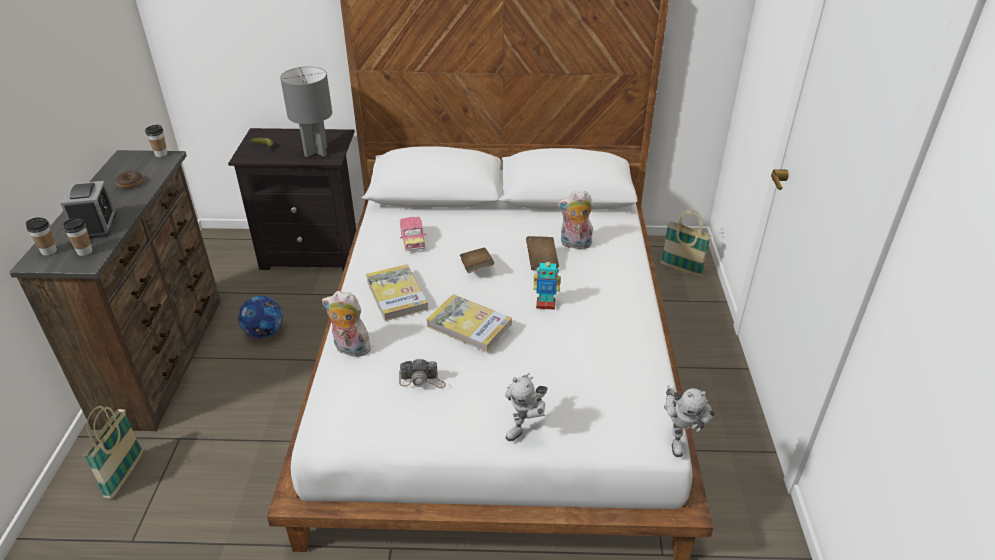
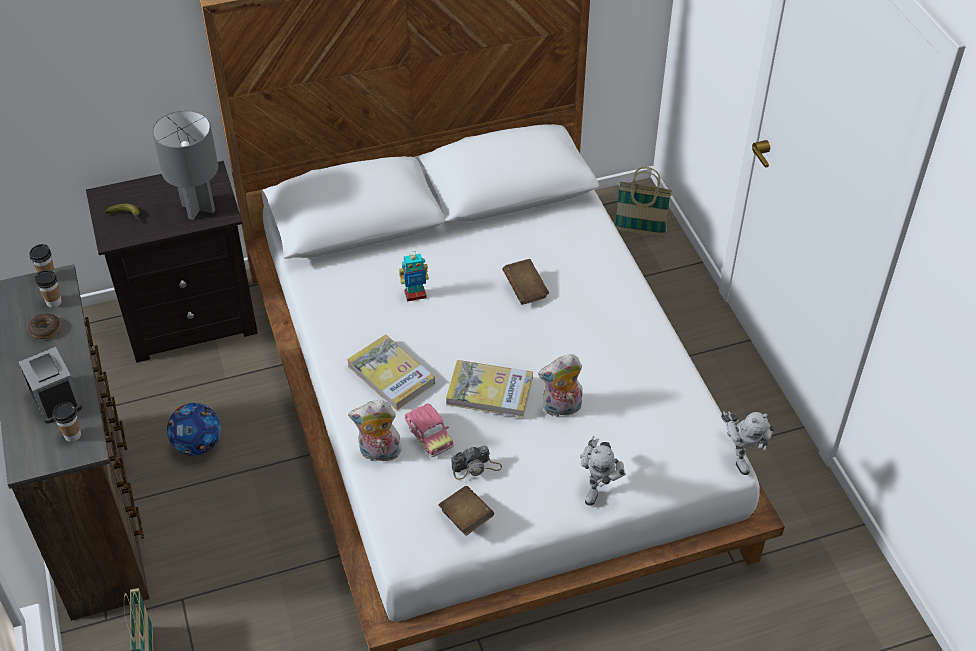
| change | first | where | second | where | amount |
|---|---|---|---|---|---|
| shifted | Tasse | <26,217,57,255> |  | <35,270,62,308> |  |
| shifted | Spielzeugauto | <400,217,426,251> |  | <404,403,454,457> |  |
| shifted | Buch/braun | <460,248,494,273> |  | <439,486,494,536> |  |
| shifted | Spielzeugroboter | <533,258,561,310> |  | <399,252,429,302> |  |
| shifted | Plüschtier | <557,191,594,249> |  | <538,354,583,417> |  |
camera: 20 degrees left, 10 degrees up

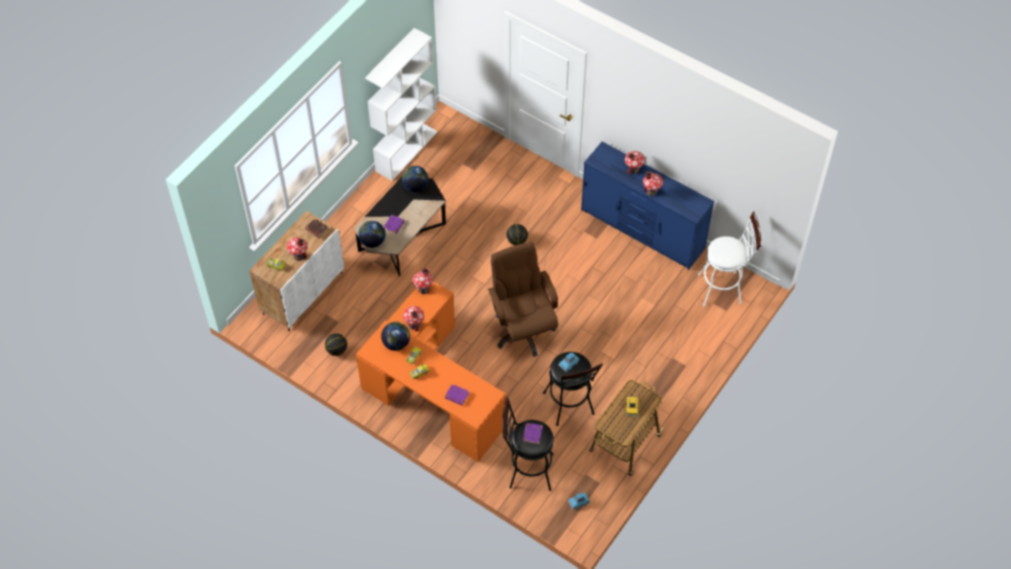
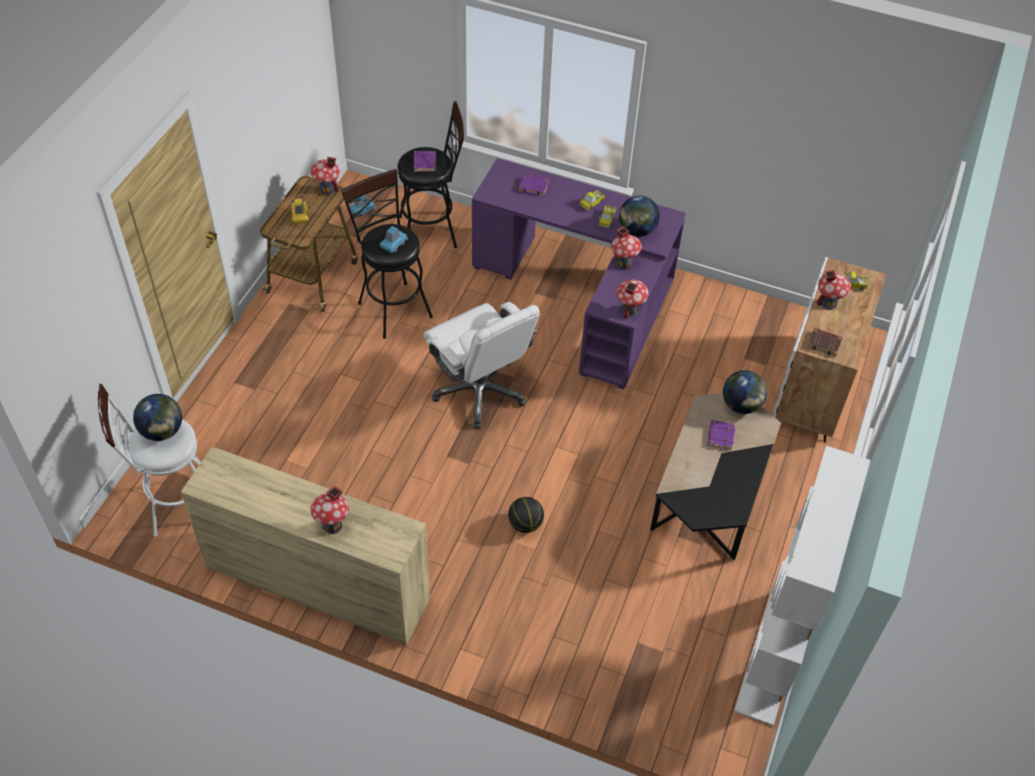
| change | first | where | second | where | amount |
|---|---|---|---|---|---|
| gone | Basketball | <325,333,347,356> |  |  |  |
| repainted | Schreibtisch/orange | <356,282,506,462> | Schreibtisch/lila | <472,158,686,389> |  |
| shifted | Globus | <402,166,428,192> |  | <133,394,182,441> |  |
| repainted | Bürostuhl/braun | <488,242,558,357> | Bürostuhl/weiß | <424,302,540,429> |  |
| repainted | Kommode/blau | <581,142,714,270> | Kommode/beige | <181,446,430,645> |  |
| shifted | Spielzeughaus | <643,172,663,196> |  | <310,157,340,195> |  |
camera: 165 degrees right, 5 degrees down

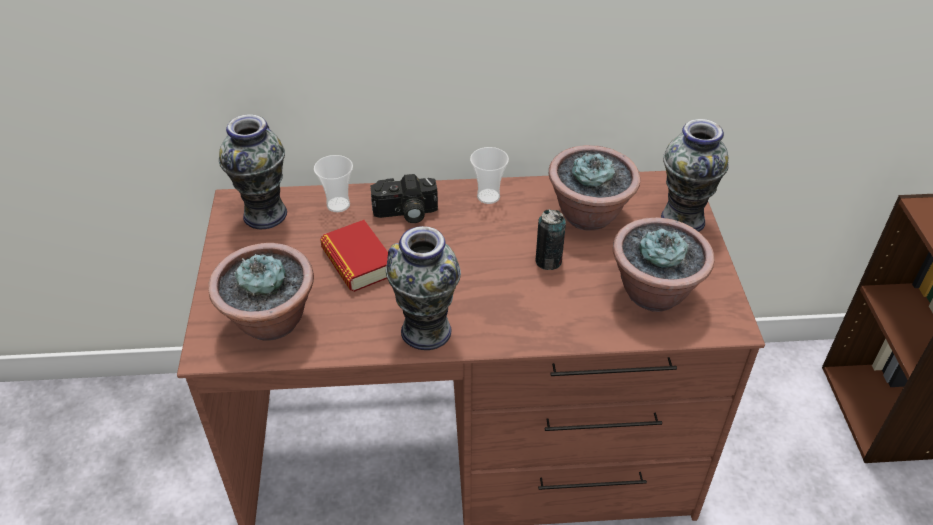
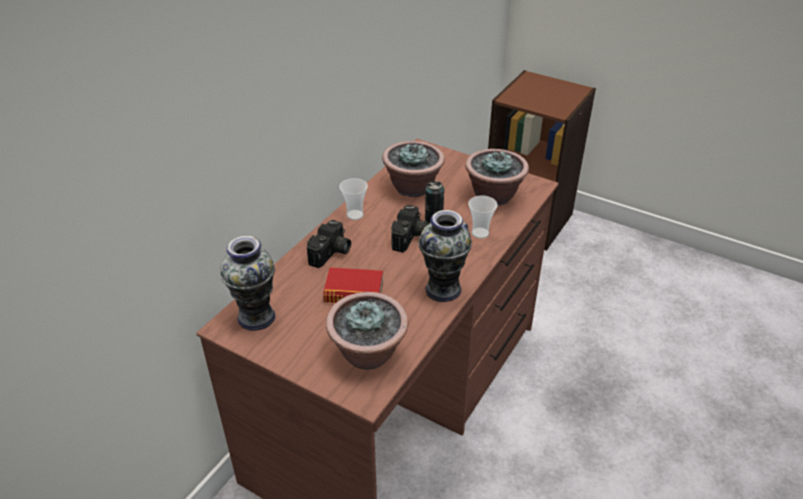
| change | first | where | second | where | amount |
|---|---|---|---|---|---|
| shifted | Tasse | <314,155,353,212> |  | <468,195,498,239> |  |
| gone | Vase | <661,119,729,232> |  |  |  |
| new |  |  | Kamera | <391,205,429,252> |  |
camera: 55 degrees left, 5 degrees down

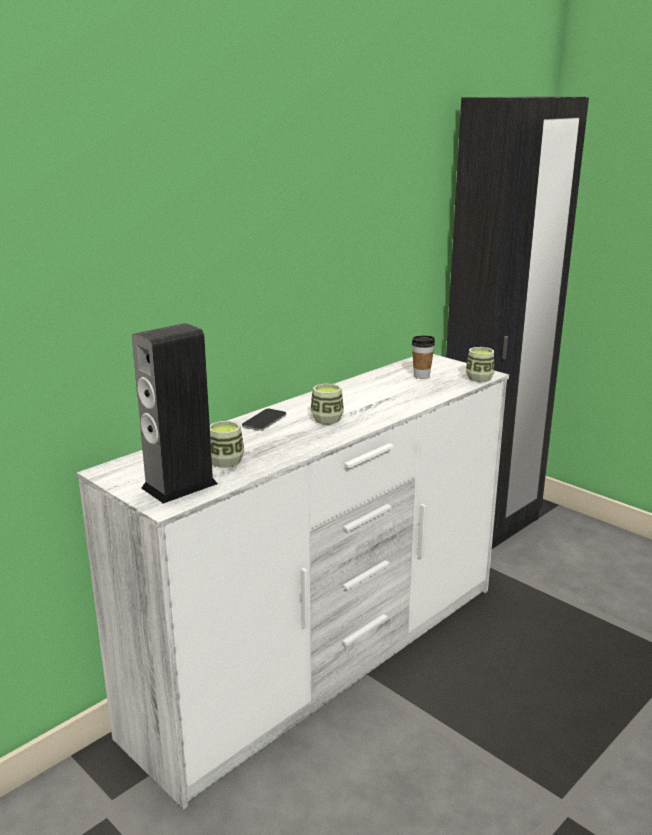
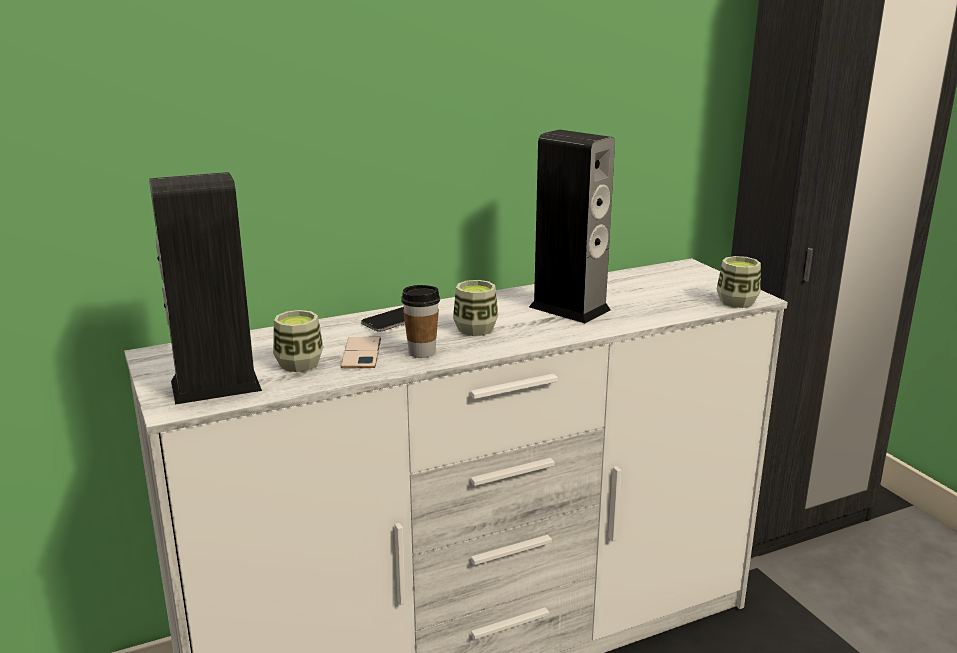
| change | first | where | second | where | amount |
|---|---|---|---|---|---|
| shifted | Tasse | <412,336,435,379> |  | <401,285,440,358> |  |
| new |  |  | Handy | <340,337,381,368> |  |
| new |  |  | Lautsprecher | <529,130,615,323> |  |
camera: 20 degrees right, 0 degrees up

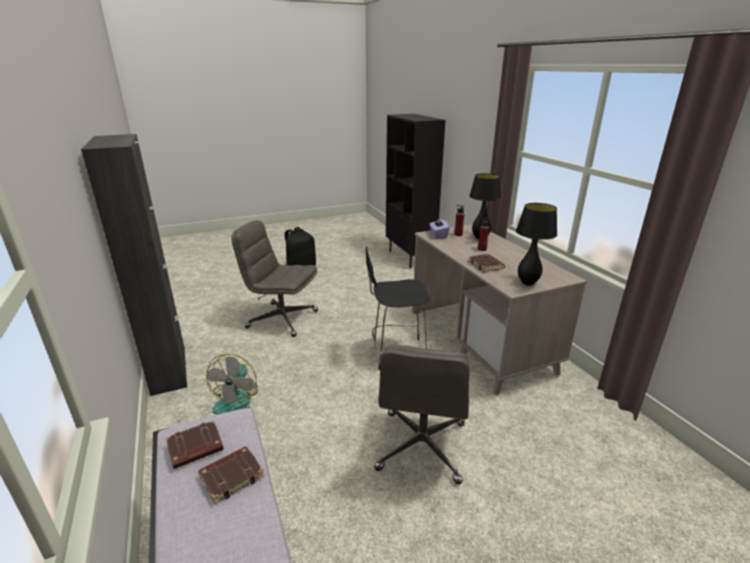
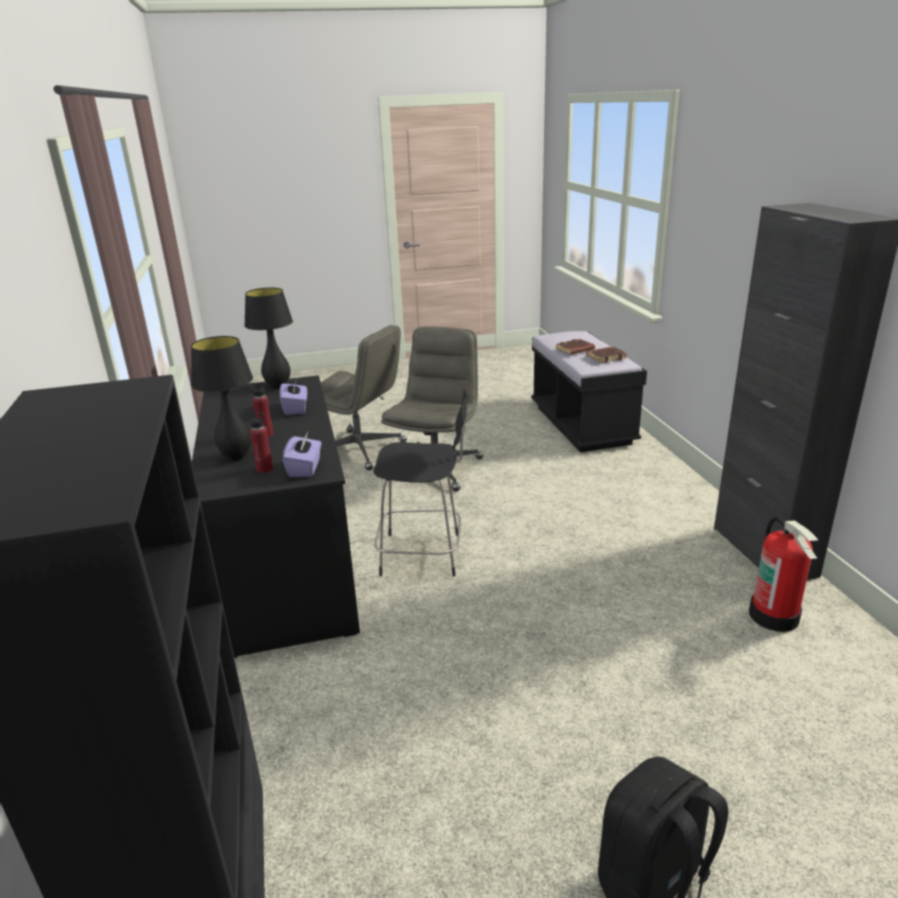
| change | first | where | second | where | amount |
|---|---|---|---|---|---|
| gone | Ventilator | <206,354,258,415> |  |  |  |
| shifted | Bürostuhl/grau | <231,220,318,337> |  | <321,325,407,470> |  |
| repainted | Schreibtisch/beige | <413,224,587,395> | Schreibtisch/schwarz | <192,375,360,658> |  |
| swapped | Buch/braun | <469,254,505,272> | Taschentuchbox/lila | <280,378,307,415> |  |
| new |  |  | Feuerlöscher | <749,517,818,632> |  |
camera: 170 degrees left, 0 degrees up

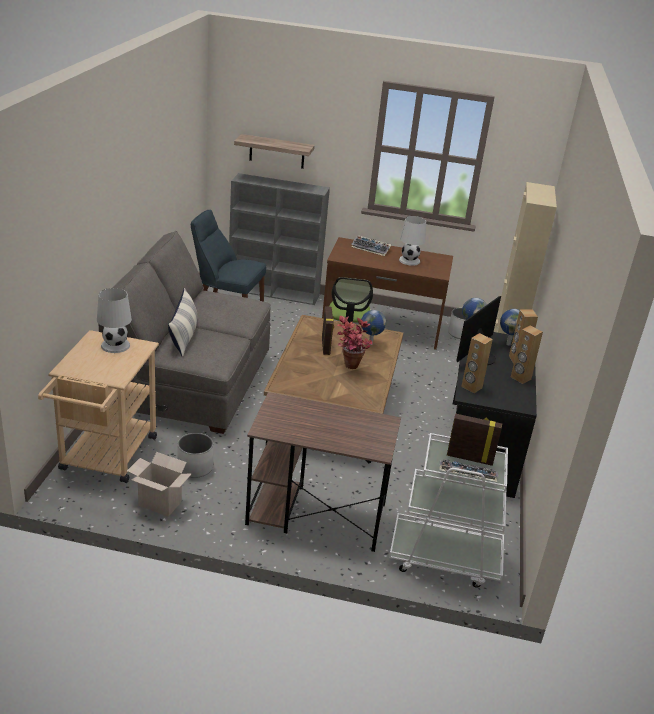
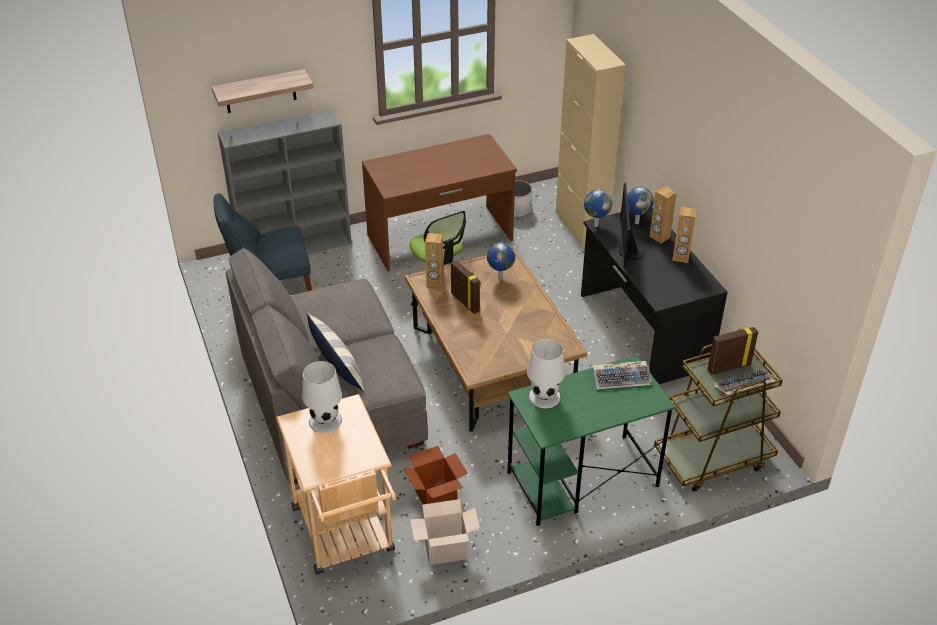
| change | first | where | second | where | amount |
|---|---|---|---|---|---|
| swapped | Pflanzkübel/weiß | <177,433,213,478> | Karton | <404,446,468,504> |  |
| repainted | Schreibtisch/braun | <245,392,401,552> | Schreibtisch/grün | <507,355,676,526> |  |
| gone | Topfpflanze | <337,316,372,369> |  |  |  |
| shifted | Tastatur | <352,235,392,256> |  | <593,361,652,389> |  |
| repainted | Rollwagen/weiß | <389,433,508,588> | Rollwagen/braun | <654,344,783,492> |  |
| shifted | Tischlampe/weiß | <399,216,426,266> |  | <527,339,565,408> |  |
| shifted | Lautsprecher/braun | <461,333,493,393> |  | <425,233,444,287> |  |
camera: 30 degrees left, 10 degrees up

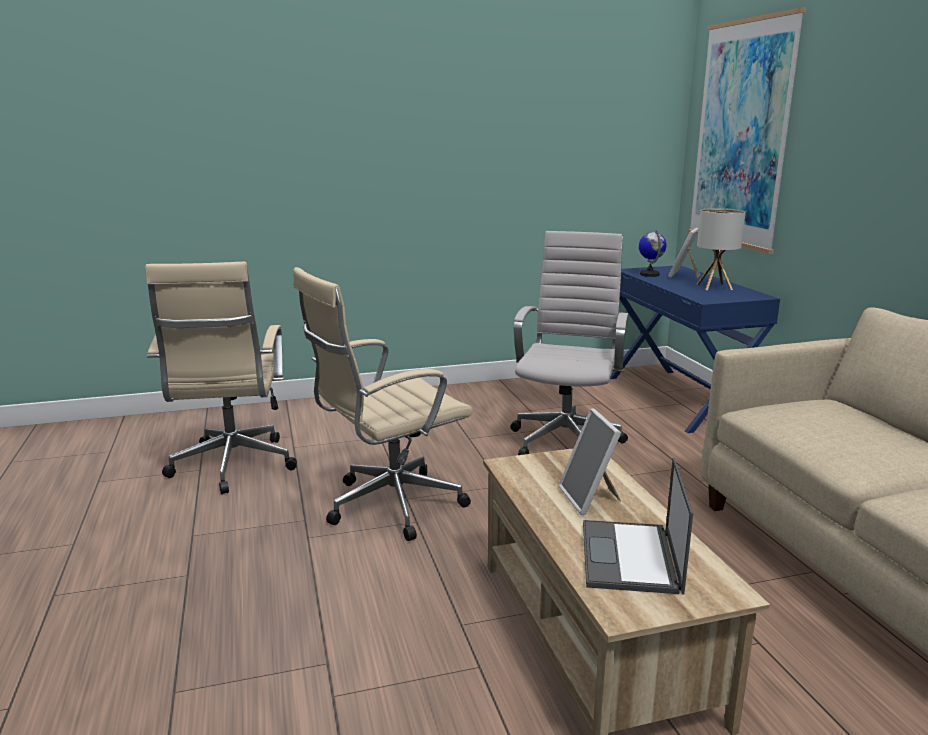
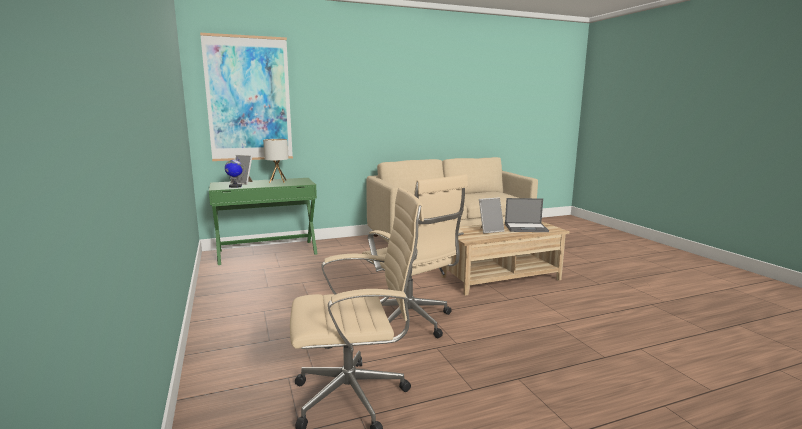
| change | first | where | second | where | amount |
|---|---|---|---|---|---|
| gone | Bürostuhl/weiß | <510,231,629,455> |  |  |  |
| repainted | Schreibtisch/blau | <610,266,780,433> | Schreibtisch/grün | <209,178,317,265> |  |
camera: 95 degrees left, 5 degrees down

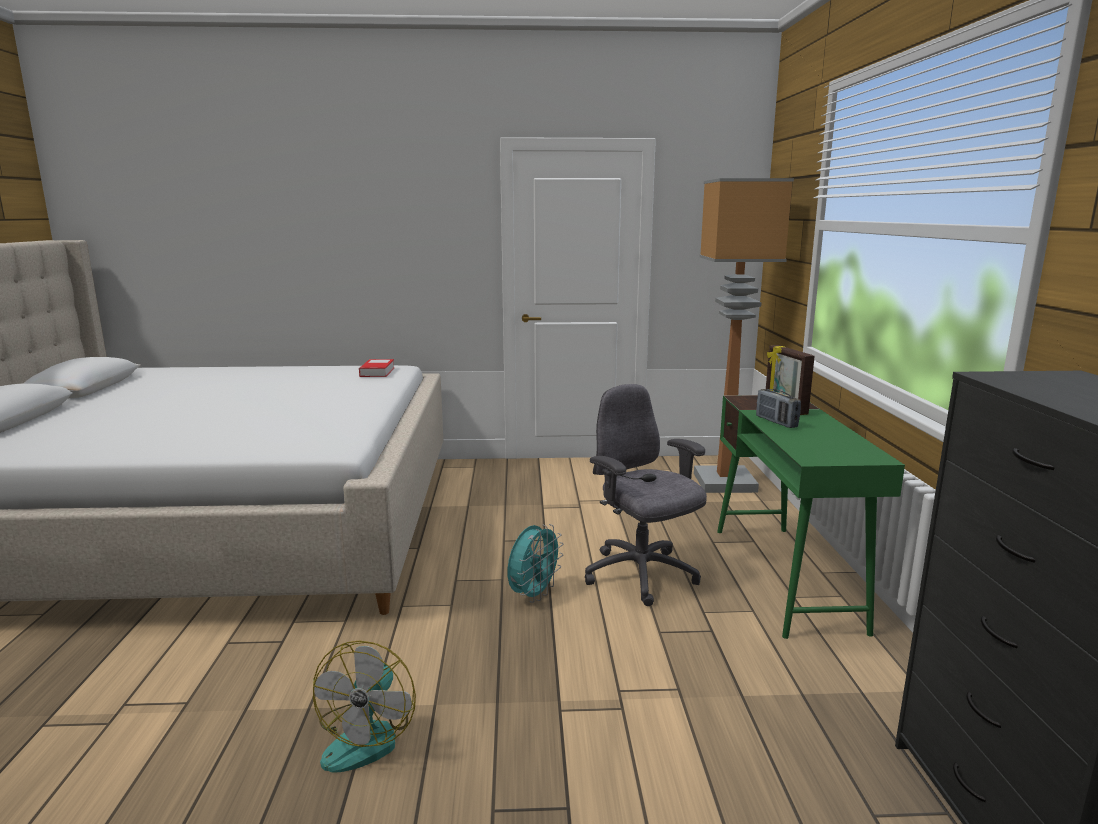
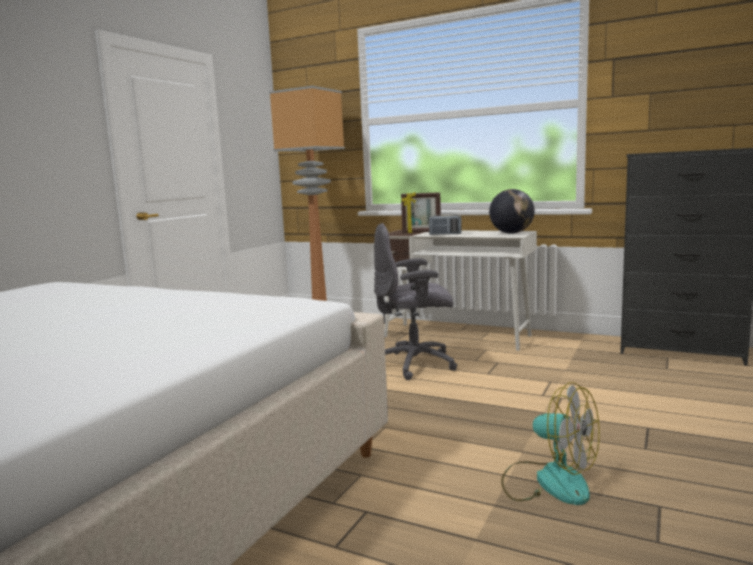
| change | first | where | second | where | amount |
|---|---|---|---|---|---|
| gone | Buch | <359,359,394,377> |  |  |  |
| gone | Ventilator/türkis | <507,524,564,603> |  |  |  |
| repainted | Schreibtisch/grün | <717,395,905,639> | Schreibtisch/weiß | <384,230,537,351> |  |
| new |  |  | Globus | <489,189,535,234> |  |
camera: 60 degrees left, 5 degrees down

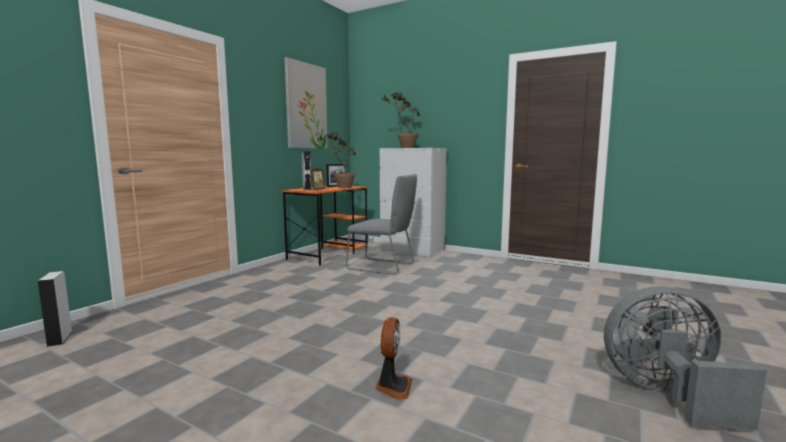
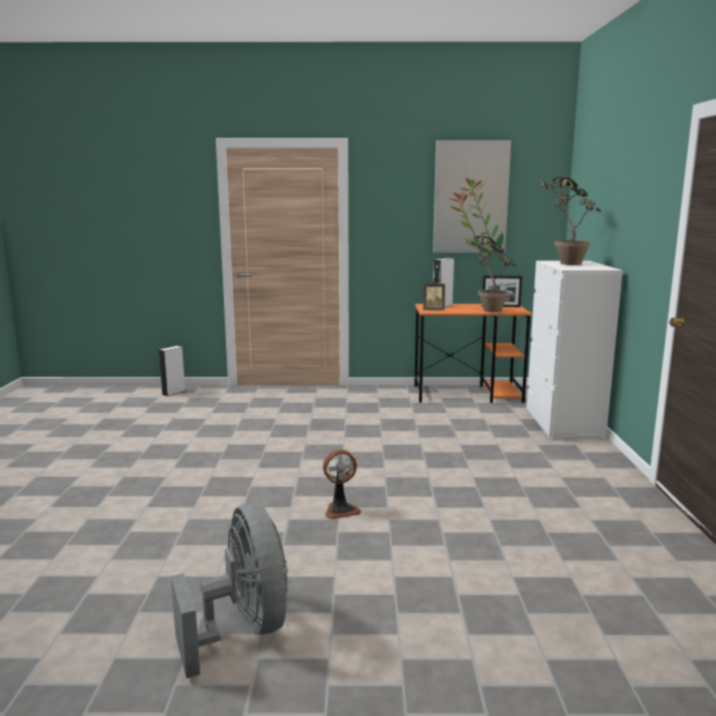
| change | first | where | second | where | amount |
|---|---|---|---|---|---|
| gone | Stuhl/grau | <346,174,417,275> |  |  |  |
| shifted | Ventilator | <375,317,412,400> |  | <323,449,361,519> |  |
camera: 60 degrees right, 5 degrees up

